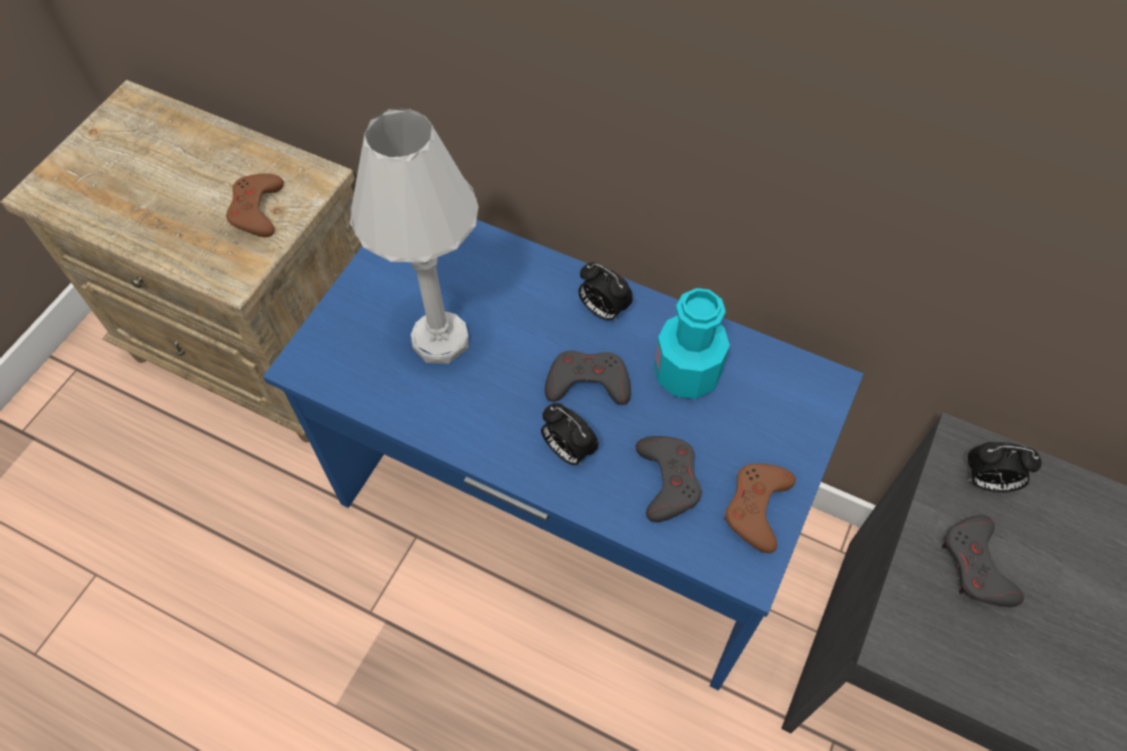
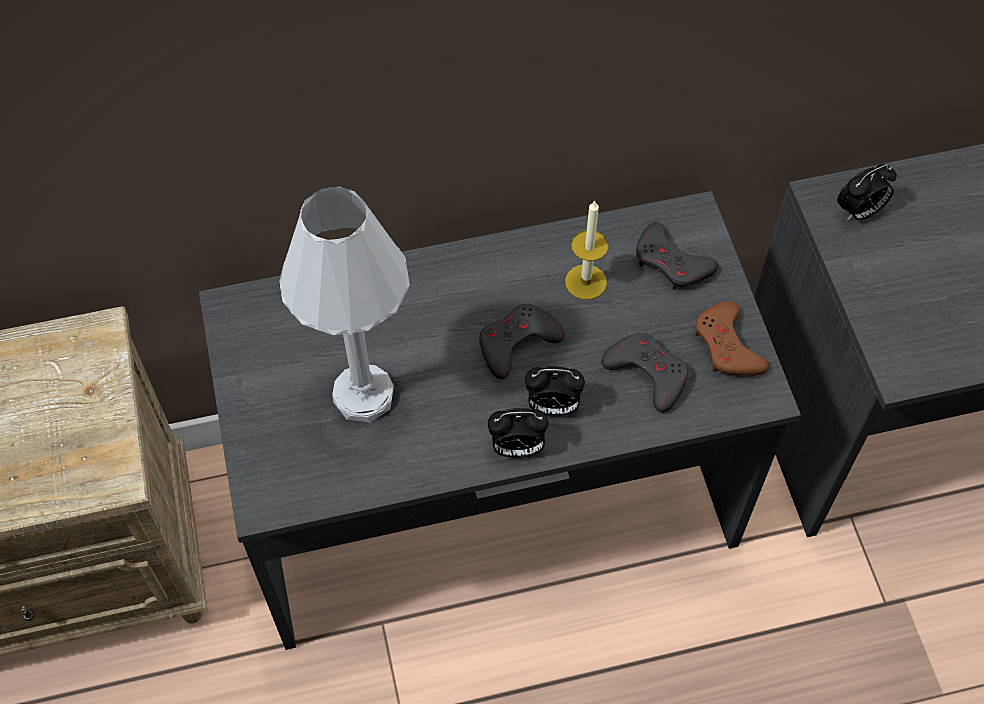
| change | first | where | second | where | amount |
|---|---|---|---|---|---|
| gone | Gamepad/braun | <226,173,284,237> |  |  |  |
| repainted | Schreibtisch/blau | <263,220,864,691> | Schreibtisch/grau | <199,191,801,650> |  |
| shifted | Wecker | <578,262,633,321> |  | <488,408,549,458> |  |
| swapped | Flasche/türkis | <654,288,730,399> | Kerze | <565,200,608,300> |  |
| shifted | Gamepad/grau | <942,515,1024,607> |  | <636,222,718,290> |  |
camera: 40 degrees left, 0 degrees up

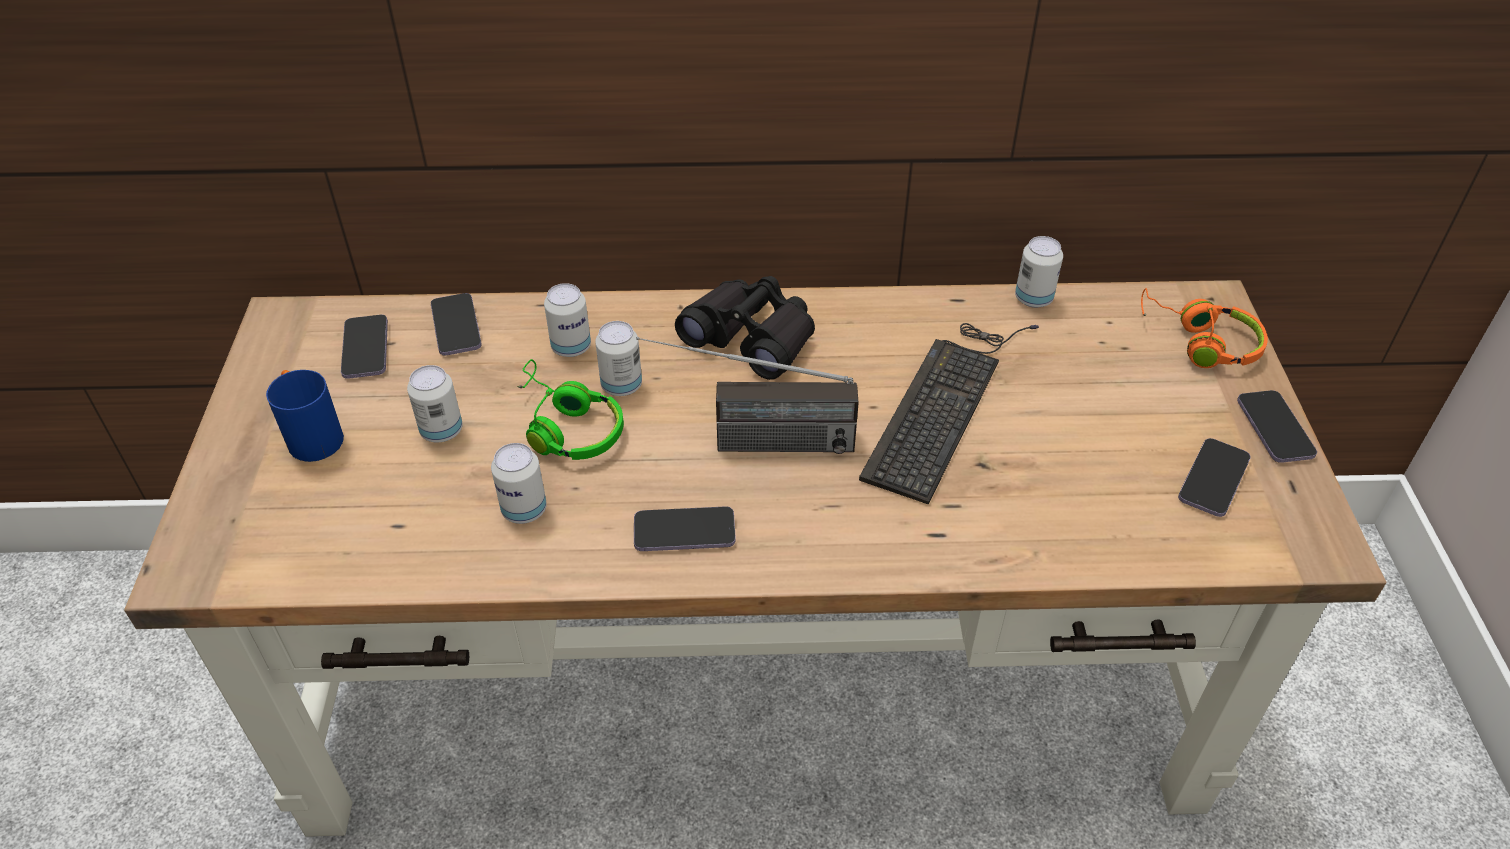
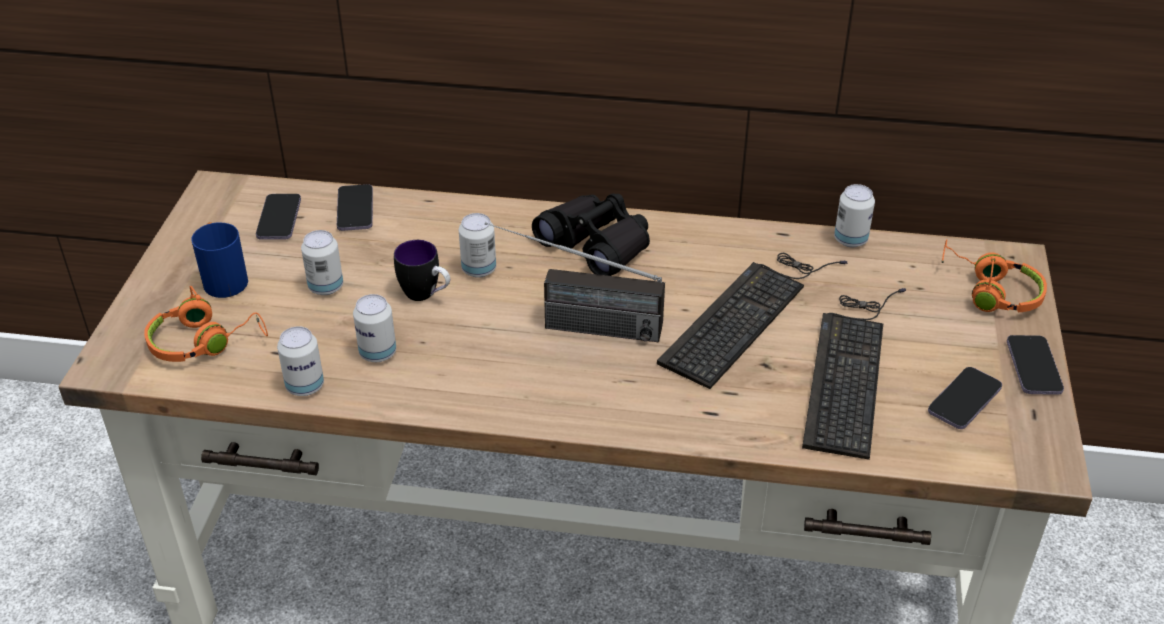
| change | first | where | second | where | amount |
|---|---|---|---|---|---|
| swapped | Kopfhörer/grün | <516,359,624,460> | Henkelbecher | <394,240,450,301> |  |
| shifted | Dose | <544,283,591,357> |  | <277,326,324,396> |  |
| gone | Handy | <634,506,736,551> |  |  |  |
| new |  |  | Kopfhörer/orange | <144,286,268,362> |  |
| new |  |  | Tastatur | <802,288,906,460> |  |
camera: 10 degrees right, 5 degrees down

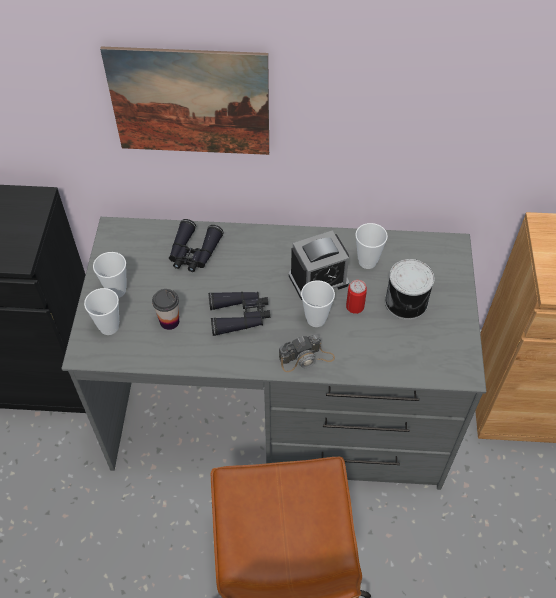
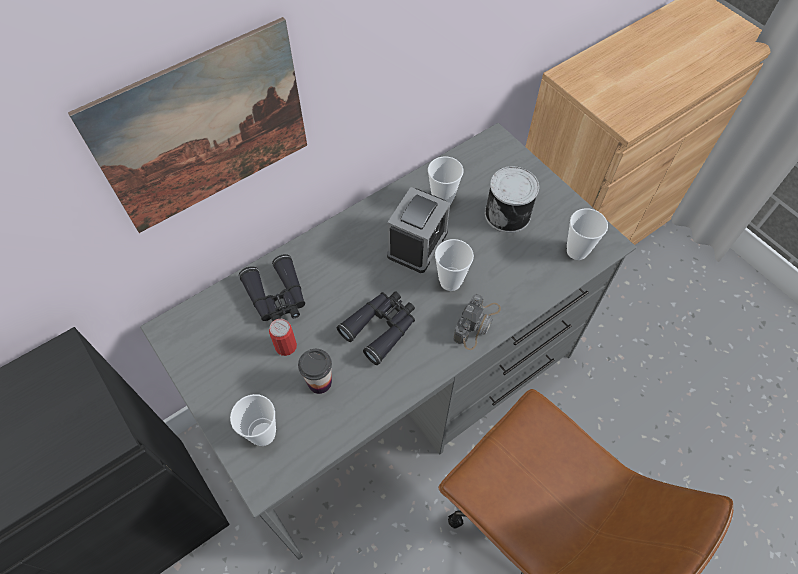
| change | first | where | second | where | amount |
|---|---|---|---|---|---|
| shifted | Tasse | <93,252,127,298> |  | <567,208,608,260> |  |
| shifted | Dose | <346,280,367,314> |  | <269,319,297,356> |  |
camera: 40 degrees left, 5 degrees up

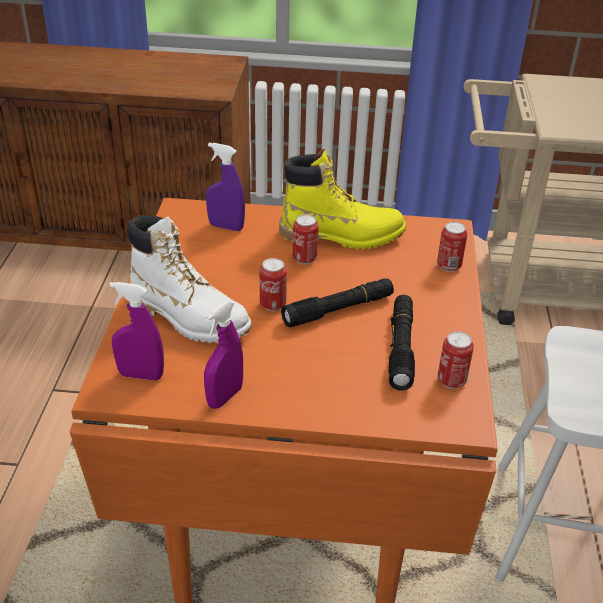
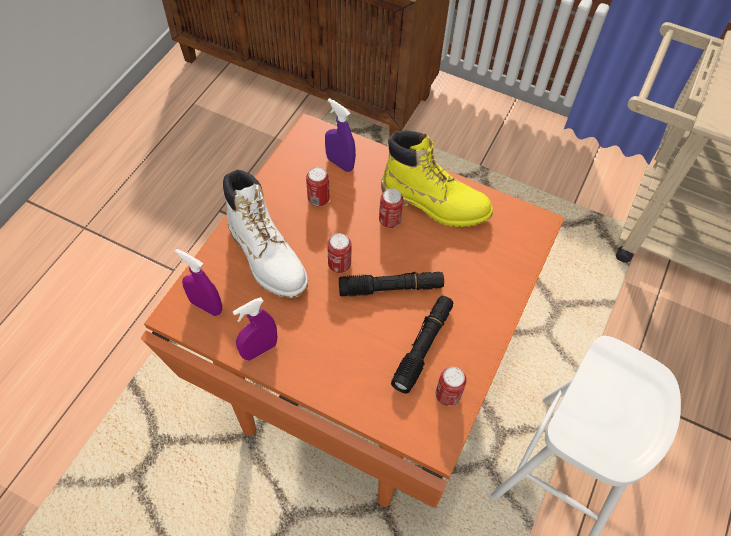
| change | first | where | second | where | amount |
|---|---|---|---|---|---|
| shifted | Dose | <437,222,467,272> |  | <306,167,329,207> |  |
camera: 20 degrees right, 20 degrees up

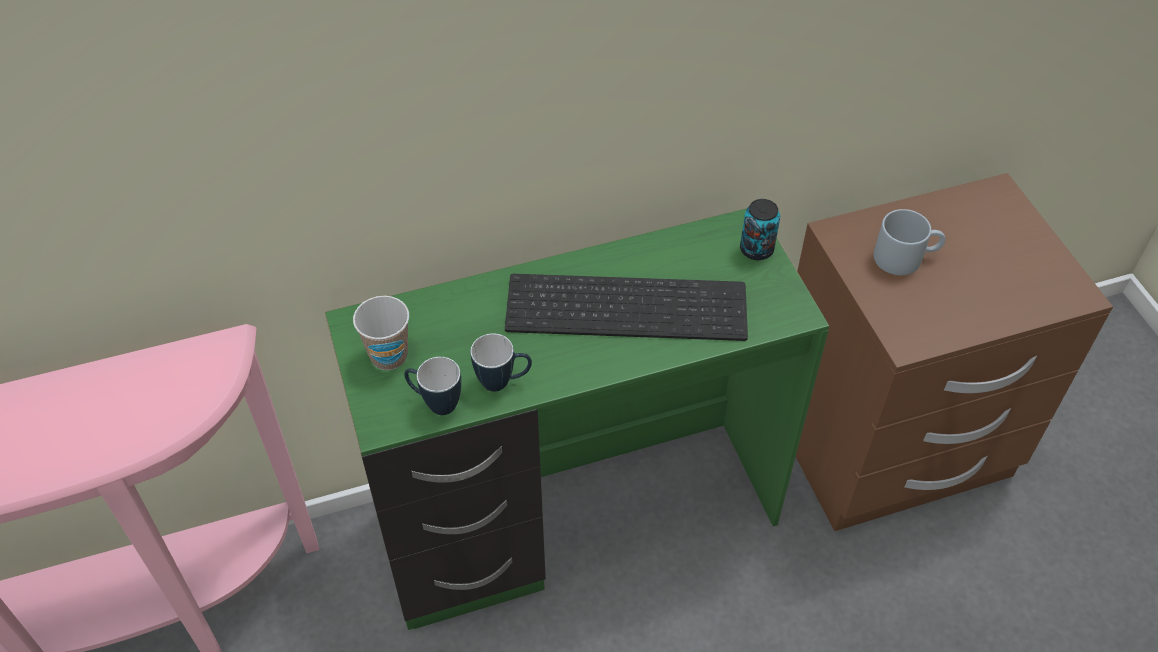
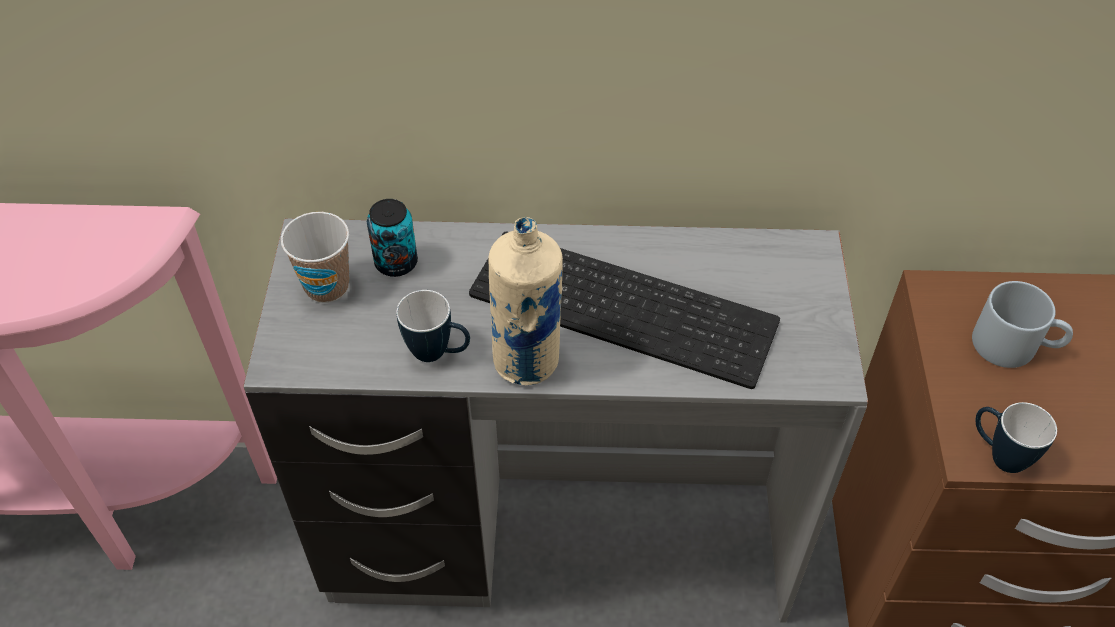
| change | first | where | second | where | amount |
|---|---|---|---|---|---|
| repainted | Schreibtisch/grün | <325,209,829,630> | Schreibtisch/grau | <243,218,868,623> |  |
| shifted | Henkelbecher | <404,357,461,415> |  | <976,402,1057,473> |  |
| shifted | Dose | <740,199,780,260> |  | <367,199,418,277> |  |
| new |  |  | Flasche/beige | <489,217,563,385> |  |
camera: 20 degrees right, 0 degrees up

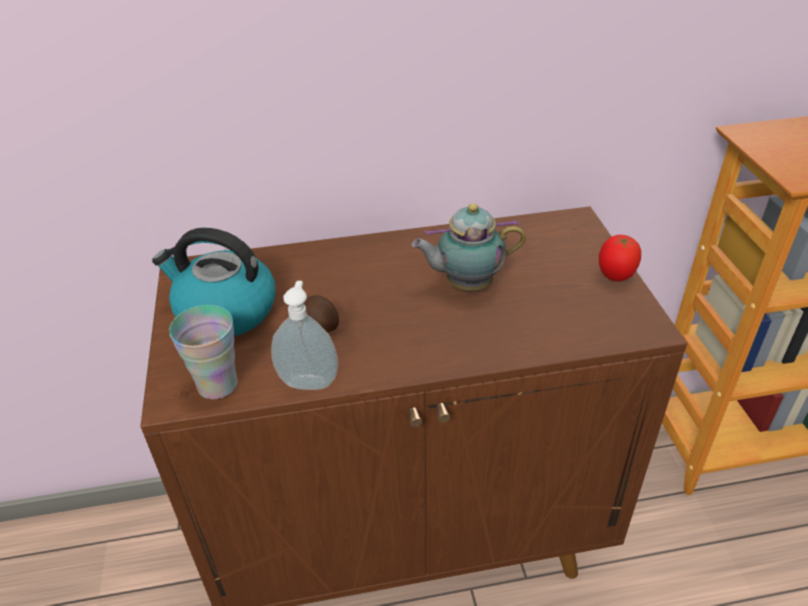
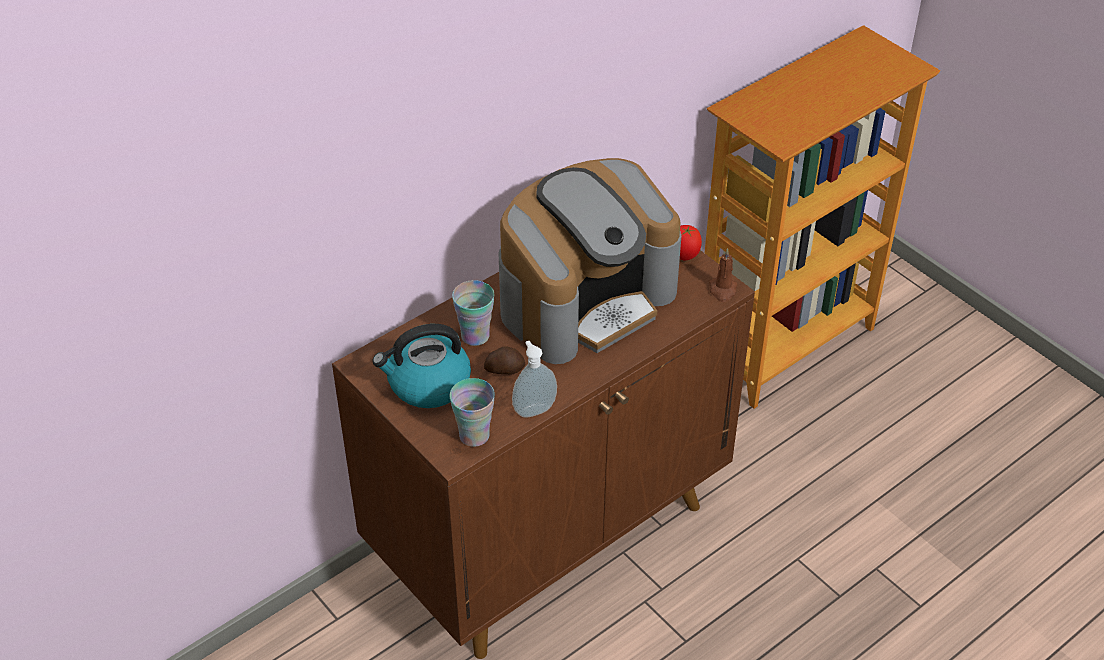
| change | first | where | second | where | amount |
|---|---|---|---|---|---|
| swapped | Teekanne | <411,203,526,291> | Kaffeemaschine | <499,158,681,364> |  |
| new |  |  | Tasse | <452,280,494,346> |  |
| new |  |  | Kerze/braun | <709,248,737,302> |  |
camera: 30 degrees left, 5 degrees up

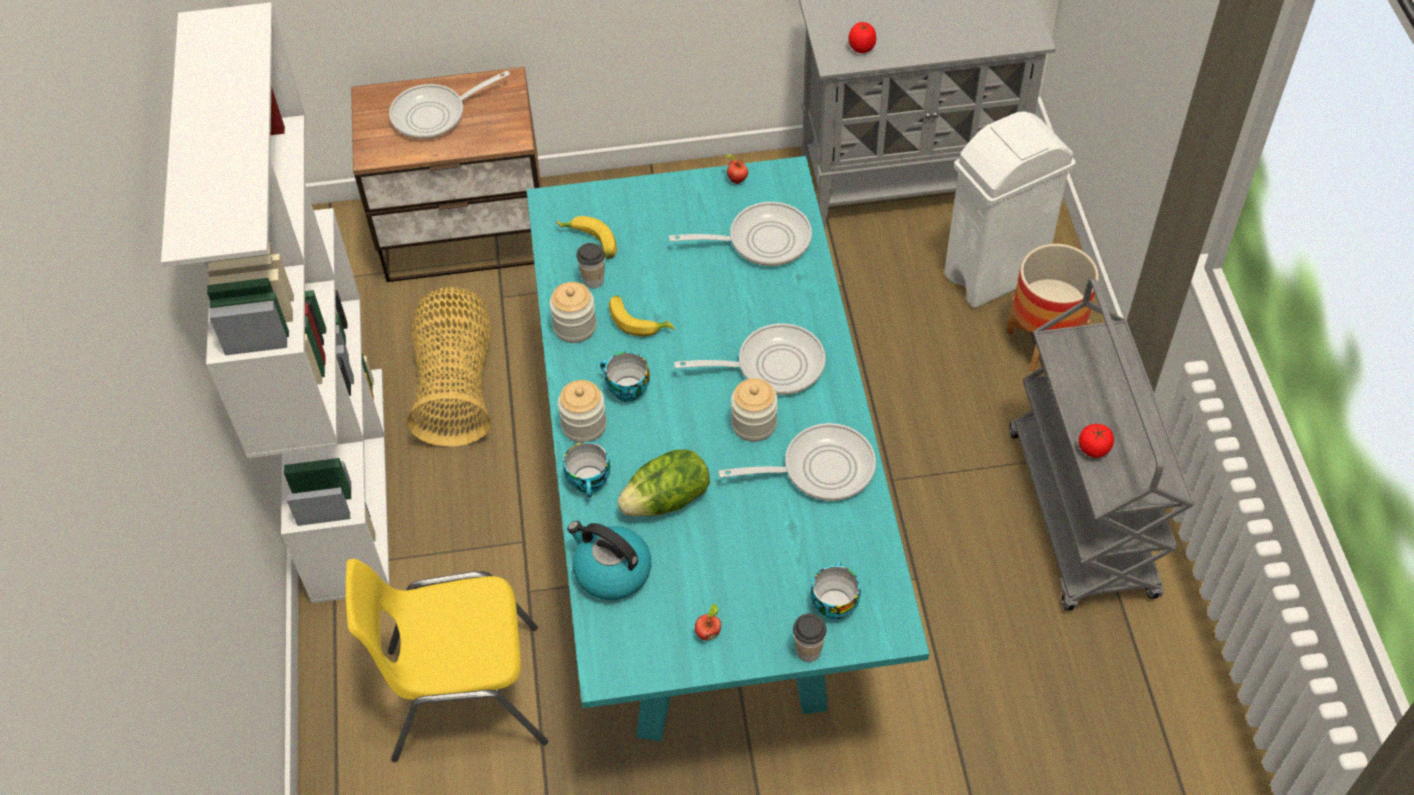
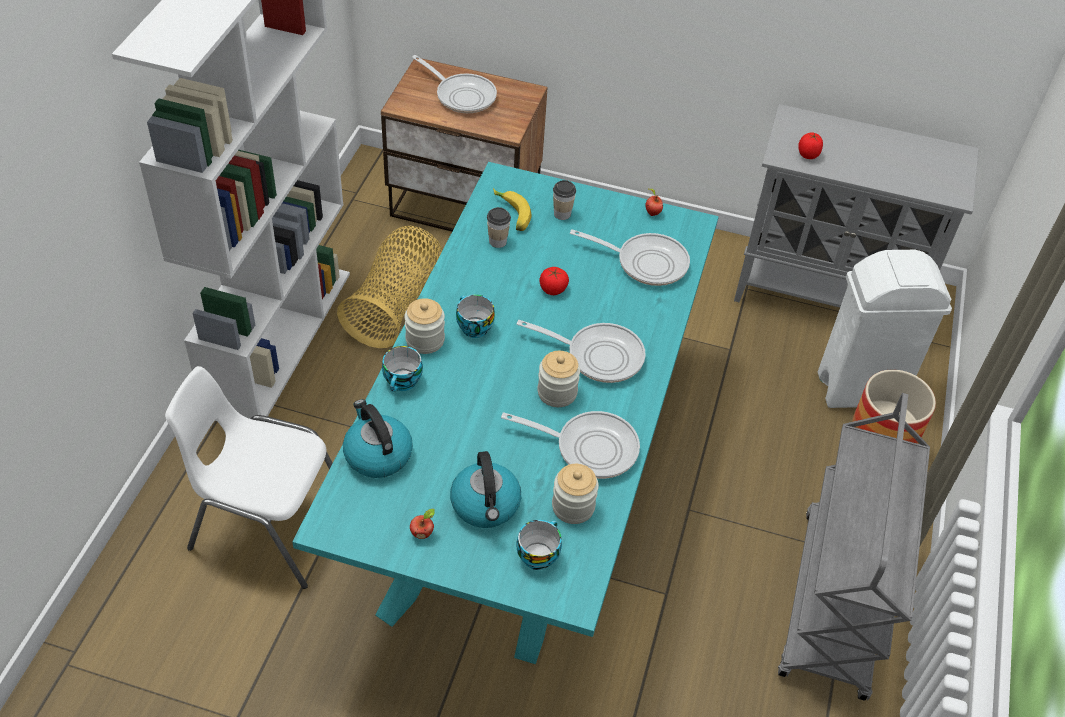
| change | first | where | second | where | amount |
|---|---|---|---|---|---|
| repainted | Stuhl/gelb | <346,559,548,762> | Stuhl/weiß | <165,366,333,589> |  |
| rotated | Pfanne | <389,71,510,139> |  | <412,55,497,113> | 135 degrees counterclockwise |
| shifted | Vorratsglas | <549,282,597,343> |  | <552,464,599,524> |  |
| gone | Banane | <609,295,674,336> |  |  |  |
| gone | Salatkopf | <617,449,710,516> |  |  |  |
| shifted | Tasse | <793,613,827,662> |  | <553,180,576,220> |  |
| shifted | Tomate | <1079,424,1114,458> |  | <540,267,569,295> |  |
| new |  |  | Wasserkessel | <450,451,521,528> |  |
camera: 20 degrees right, 5 degrees down

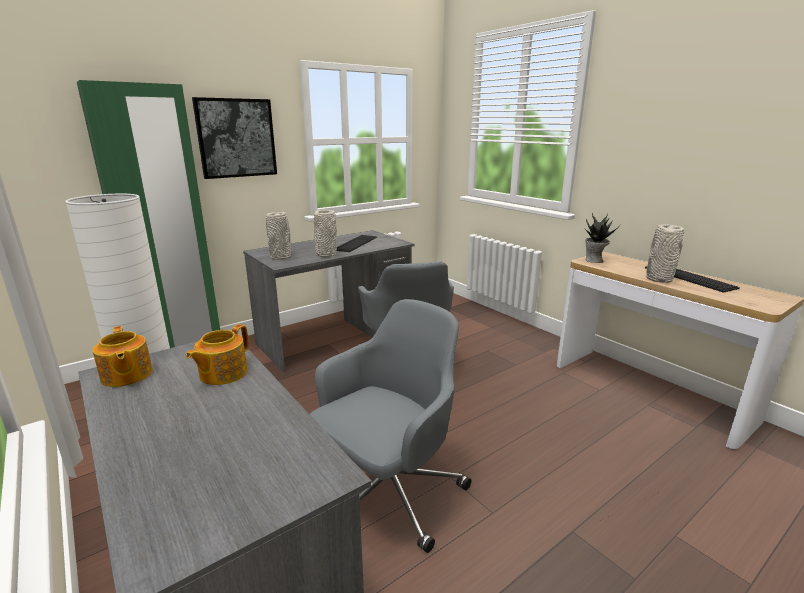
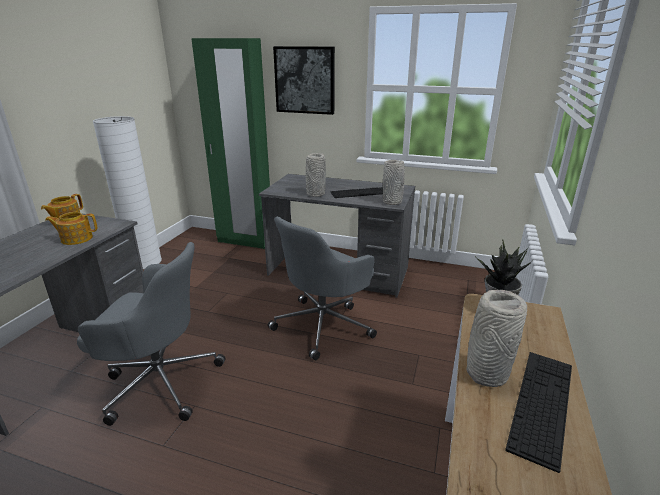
| change | first | where | second | where | amount |
|---|---|---|---|---|---|
| shifted | Vase/grau | <266,212,291,260> |  | <383,160,405,205> |  |
camera: 55 degrees right, 5 degrees up

